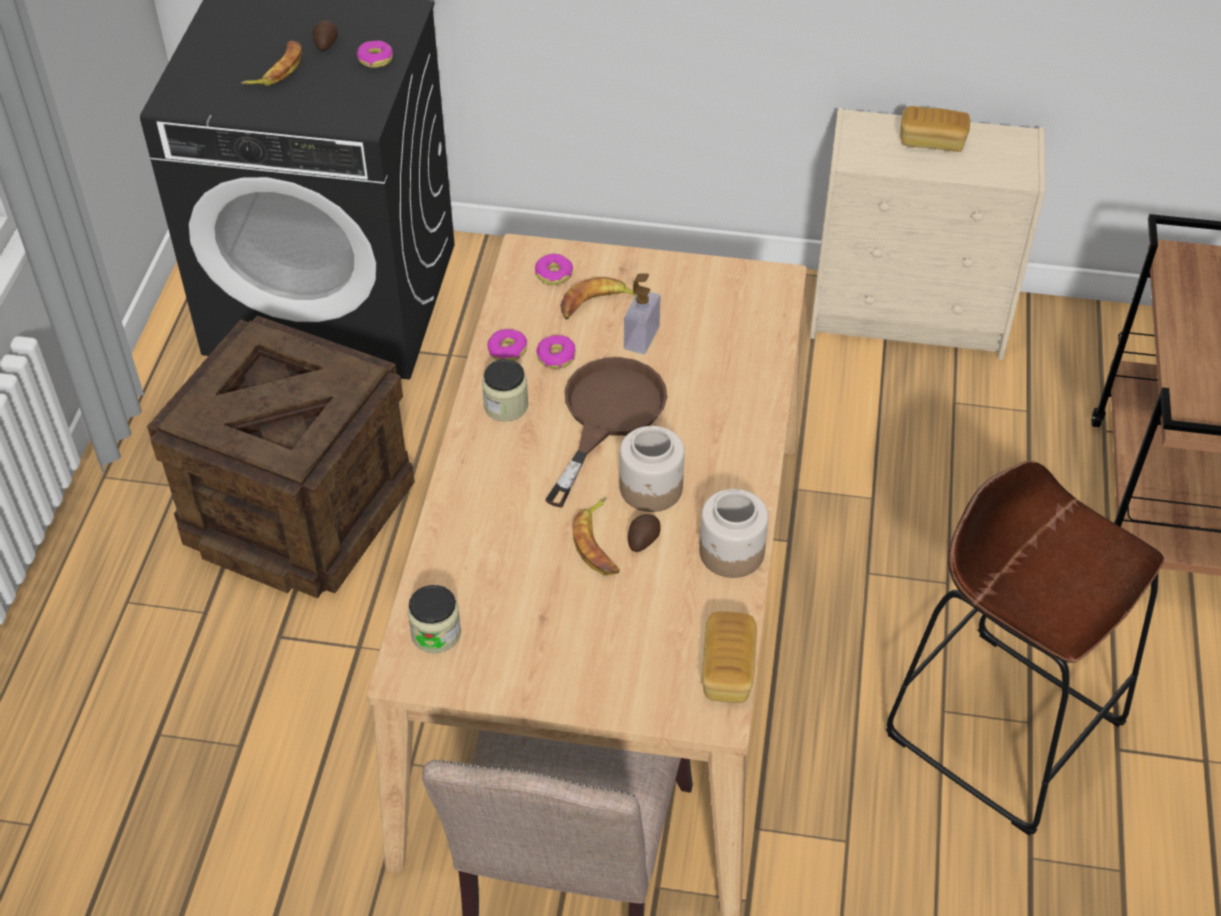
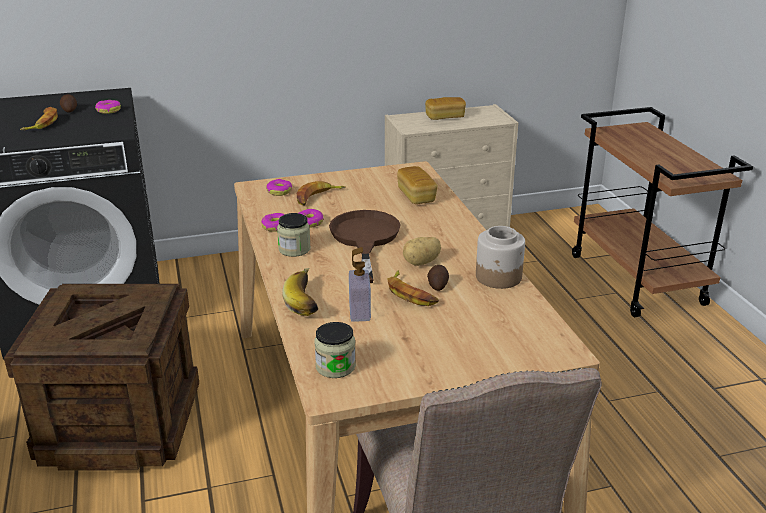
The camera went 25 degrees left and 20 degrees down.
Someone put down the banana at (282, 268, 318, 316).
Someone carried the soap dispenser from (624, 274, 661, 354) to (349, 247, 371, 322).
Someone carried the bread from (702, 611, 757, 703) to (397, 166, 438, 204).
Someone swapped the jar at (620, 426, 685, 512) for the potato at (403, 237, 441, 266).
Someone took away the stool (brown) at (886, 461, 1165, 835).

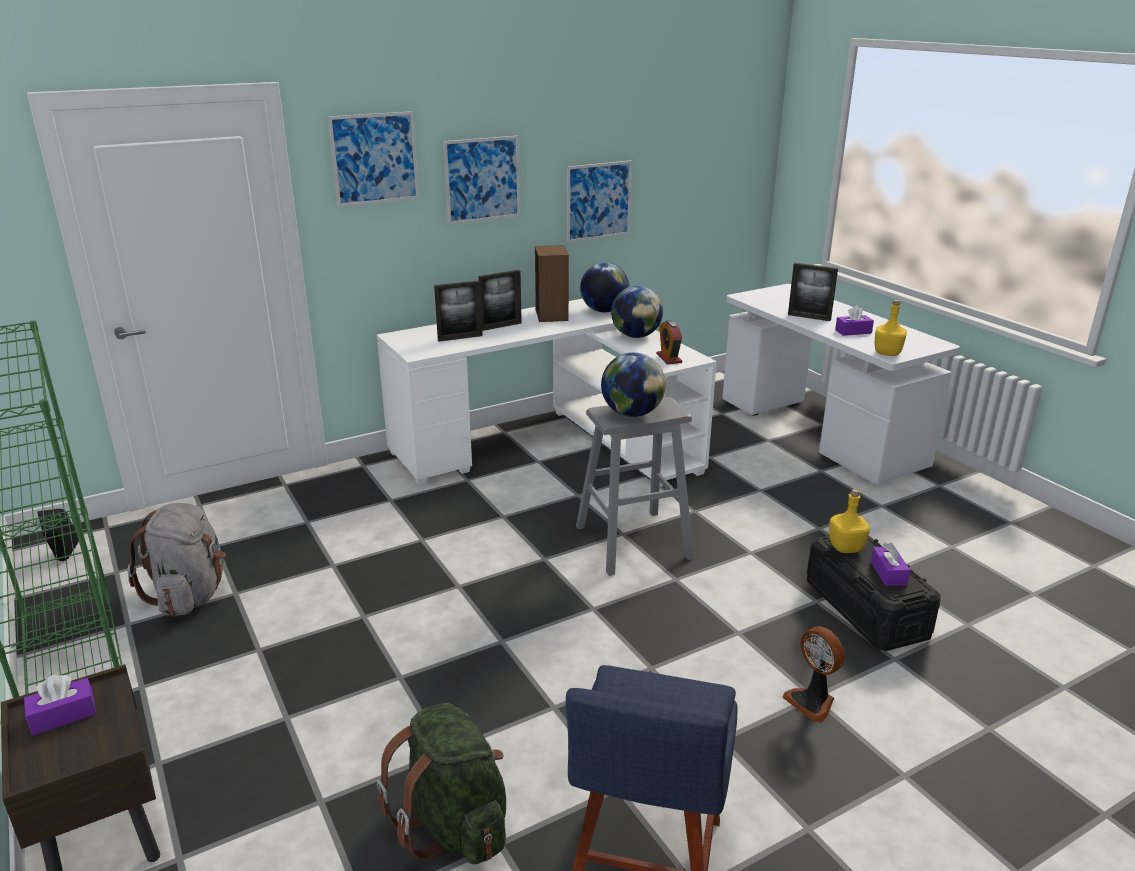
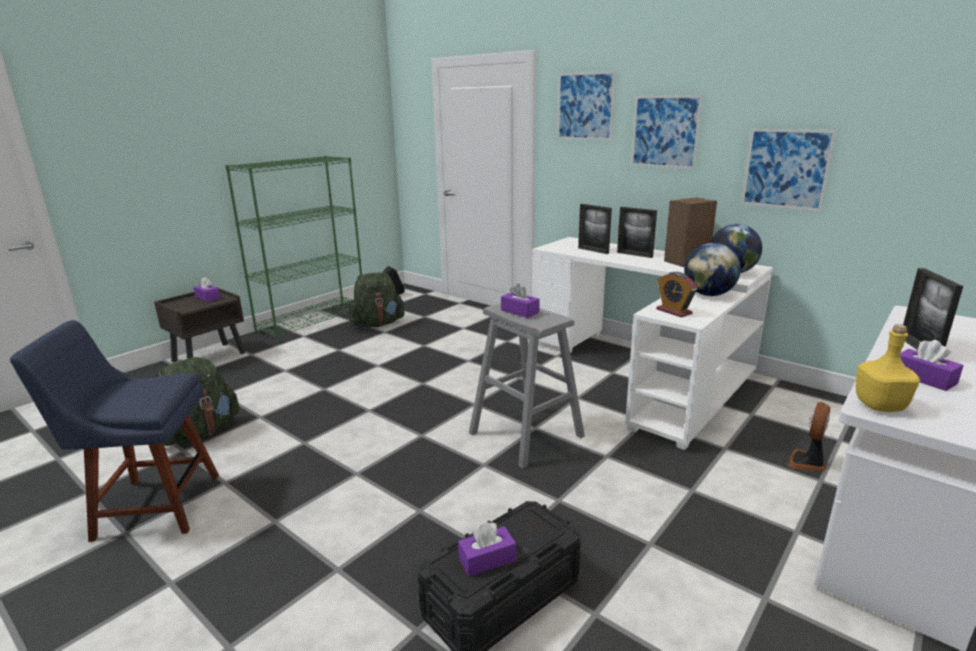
The camera went 70 degrees right and 5 degrees down.
Someone repainted the backpack (grey) at (128, 503, 226, 617), which became the backpack (green) at (348, 272, 404, 327).
Someone swapped the globe at (601, 352, 666, 417) for the tissue box (purple) at (501, 283, 540, 318).
Someone rotated the alarm clock at (656, 320, 682, 364) by 90 degrees counterclockwise.
Someone carried the fan from (782, 626, 845, 722) to (787, 402, 831, 471).
Someone took away the bottle (yellow) at (829, 489, 870, 553).

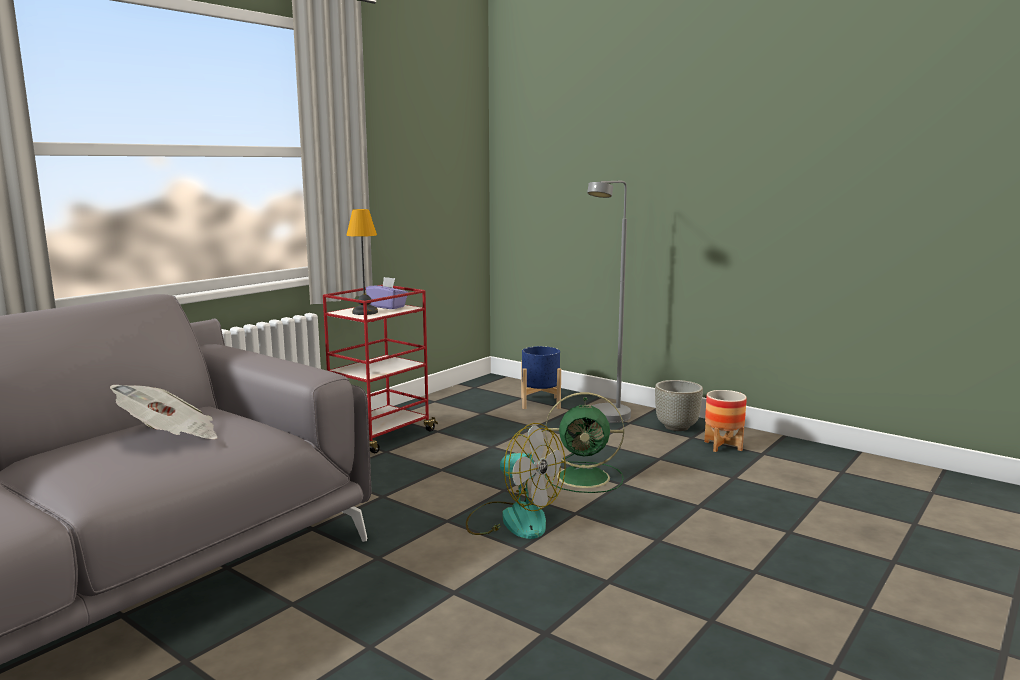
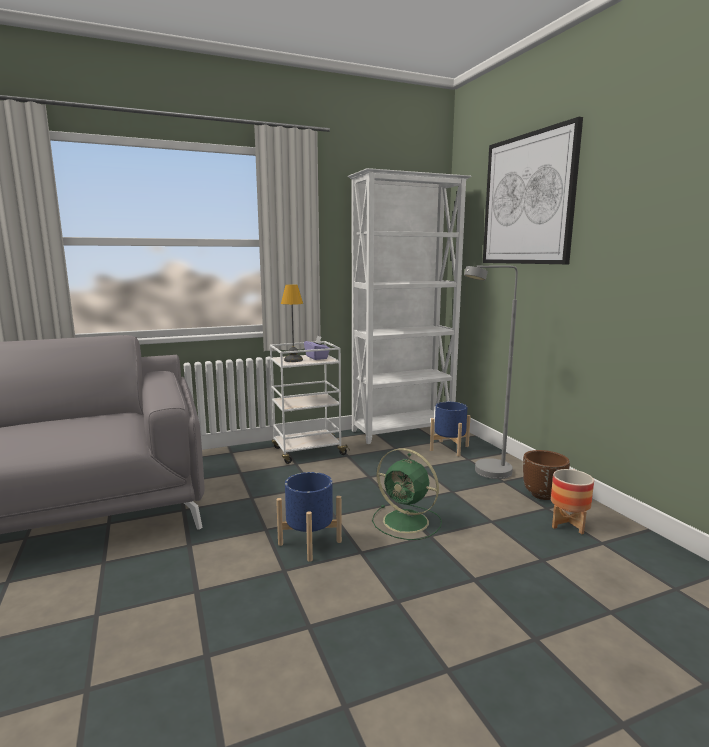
The camera went 30 degrees right and 0 degrees up.
Someone repainted the cart (red) at (323, 285, 438, 453), which became the cart (white) at (270, 341, 350, 464).
Someone swapped the fan at (466, 423, 566, 539) for the planter (blue) at (276, 472, 342, 562).
Someone put down the bookcase (white) at (348, 168, 471, 444).
Someone put up the picture at (483, 117, 583, 264).
Someone repainted the planter (grey) at (655, 380, 703, 431), which became the planter (brown) at (523, 450, 570, 500).
Someone took away the newspaper at (110, 385, 218, 439).

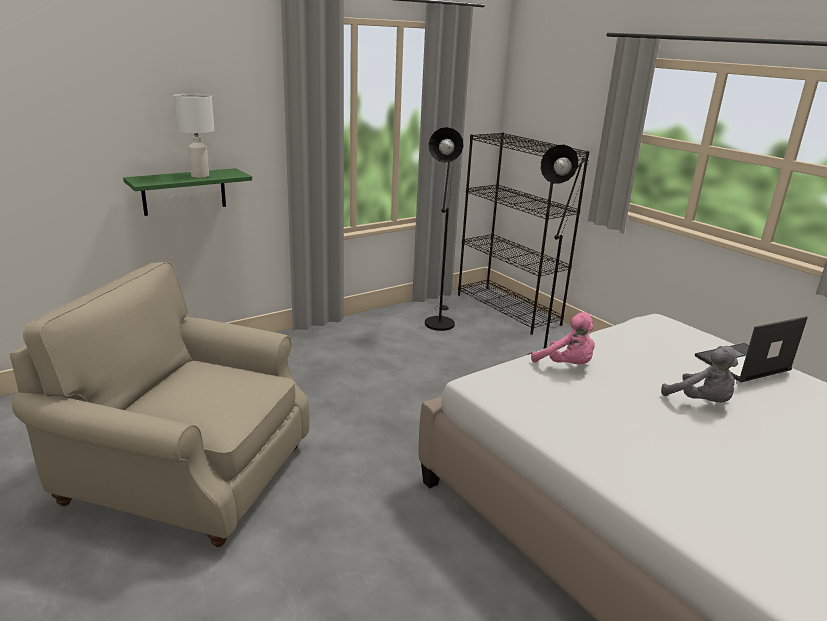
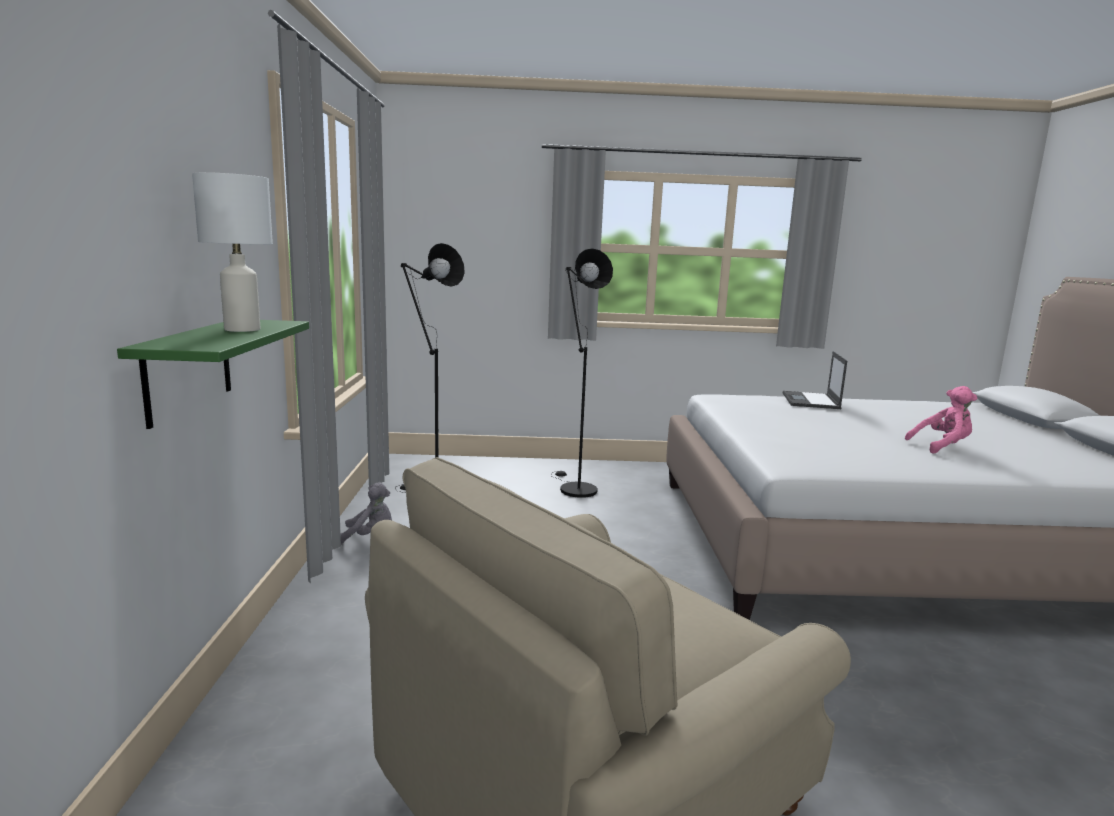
The camera went 55 degrees left and 10 degrees down.
Someone carried the plush toy (grey) from (661, 346, 738, 402) to (341, 482, 392, 544).
Someone carried the plush toy (pink) from (531, 312, 595, 364) to (905, 386, 977, 454).
Someone took away the bookcase (black) at (458, 132, 590, 335).

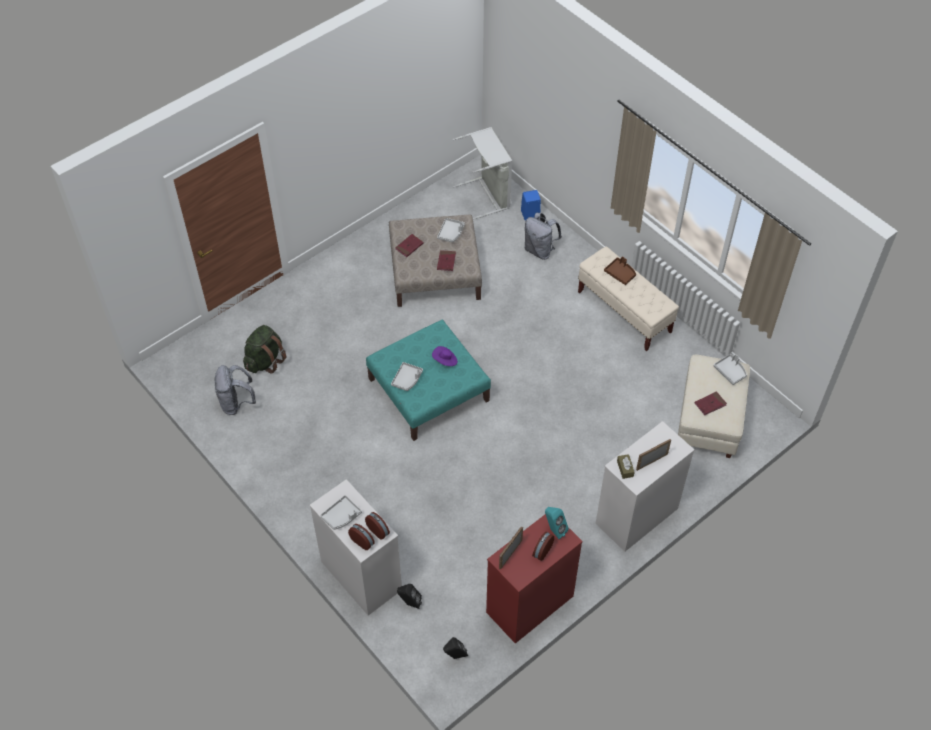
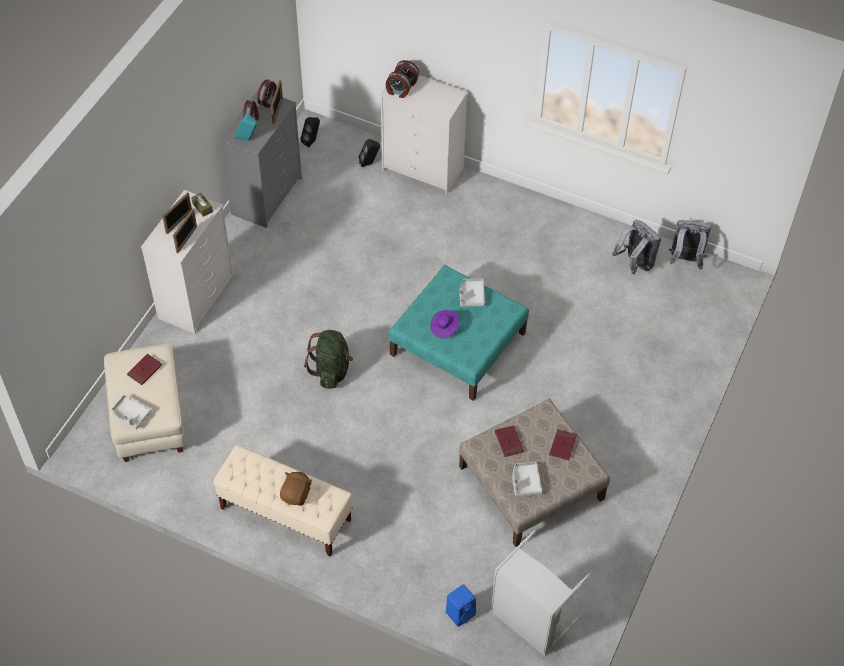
The camera went 155 degrees right and 0 degrees up.
Someone put down the picture frame at (173, 208, 197, 253).
Someone repainted the dresser (red) at (486, 514, 583, 644), which became the dresser (grey) at (220, 89, 302, 228).
Someone put down the alarm clock at (257, 79, 277, 108).
Someone swapped the tray (brown) at (604, 257, 636, 285) for the plush toy (brown) at (280, 472, 312, 506).
Someone carried the backpack (green) from (243, 325, 286, 373) to (304, 330, 353, 389).
Someone carried the backpack (grey) from (525, 213, 562, 260) to (669, 220, 711, 270).
Someone took away the tray (grey) at (320, 495, 362, 530).

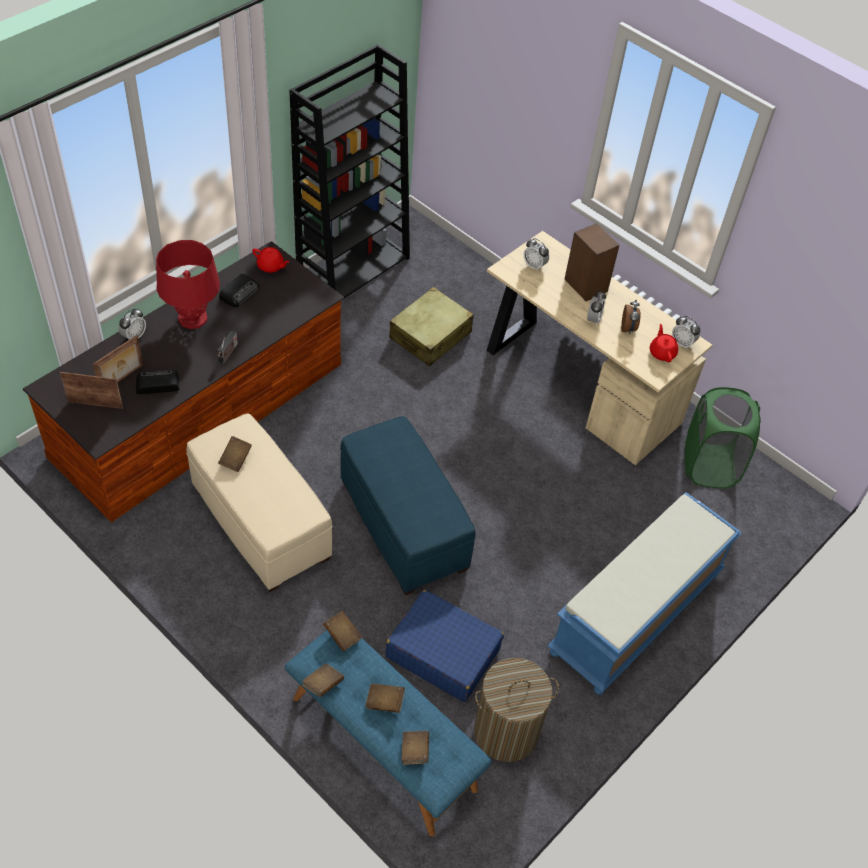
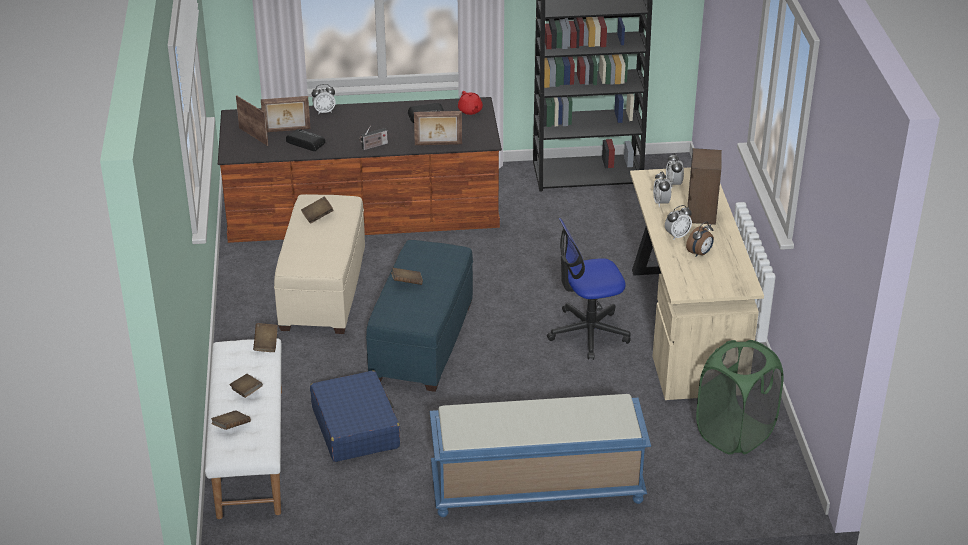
The camera went 45 degrees right and 15 degrees down.
Someone repainted the bench (blue) at (285, 630, 492, 836), which became the bench (white) at (205, 338, 282, 519).
Someone carried the book (brown) from (302, 664, 344, 697) to (391, 268, 423, 285).
Someone put down the picture frame at (414, 111, 462, 145).
Someone put down the office chair at (547, 218, 631, 360).
Someone carried the alarm clock from (672, 316, 700, 349) to (653, 171, 671, 207).
Someone took away the table lamp (red) at (156, 240, 220, 329).
Someone took away the suitcase (beige) at (389, 287, 474, 366).
Someone took away the laundry basket at (474, 658, 559, 762).
Someone took away the teapot (red) at (650, 324, 678, 362).

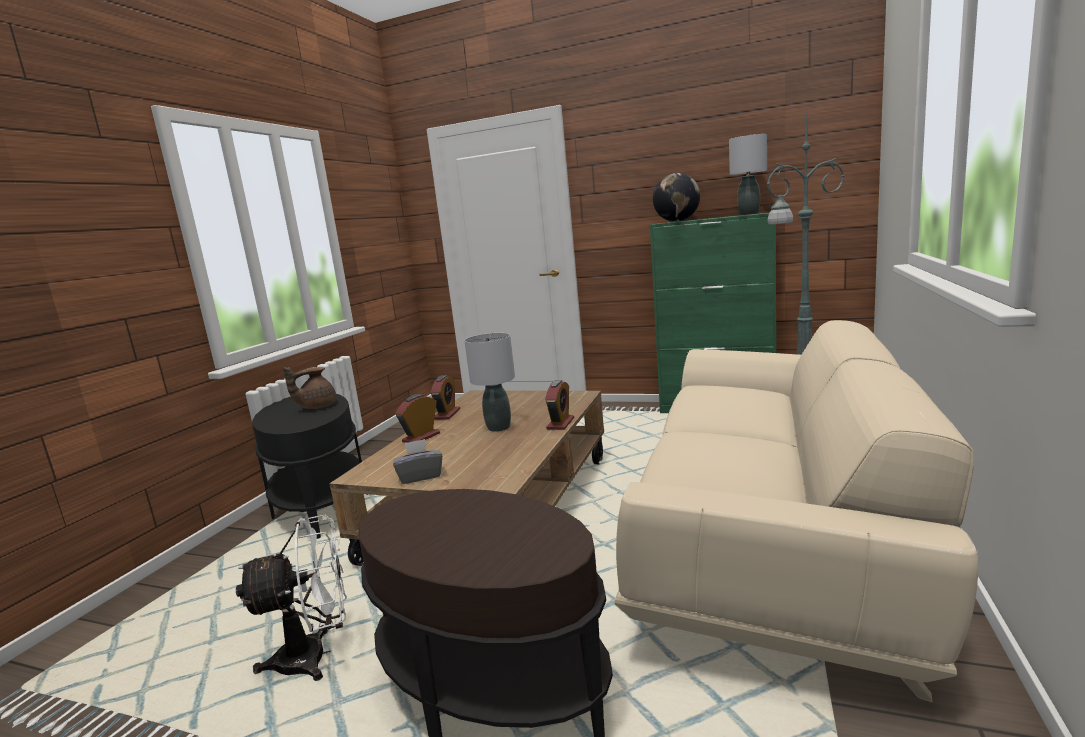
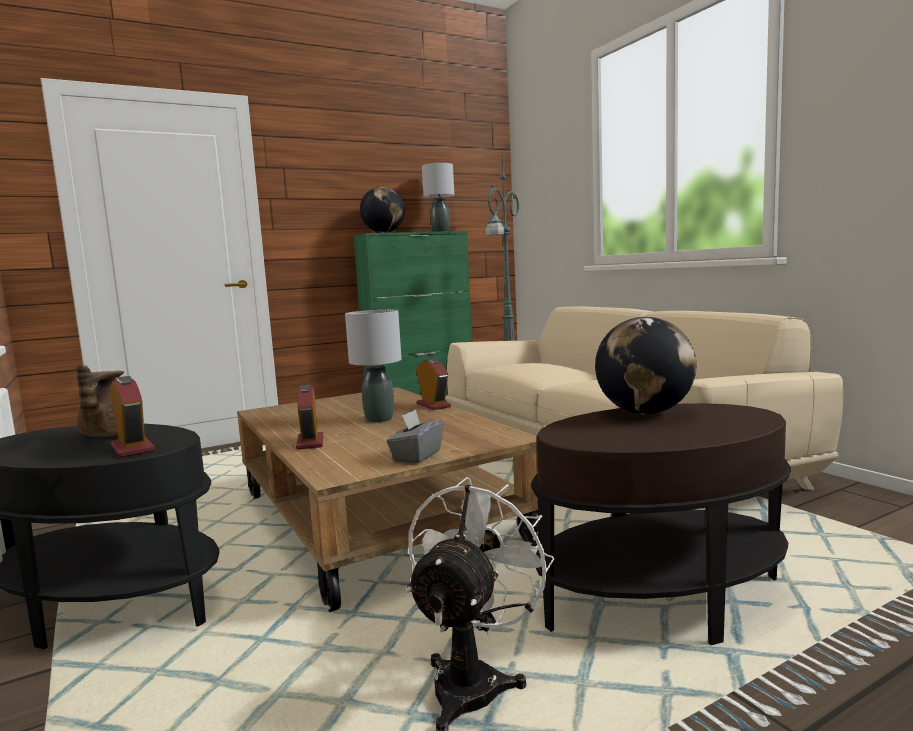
The camera went 50 degrees left and 5 degrees down.
Someone carried the alarm clock from (431, 375, 460, 420) to (110, 376, 155, 458).
Someone put down the globe at (595, 317, 696, 414).

